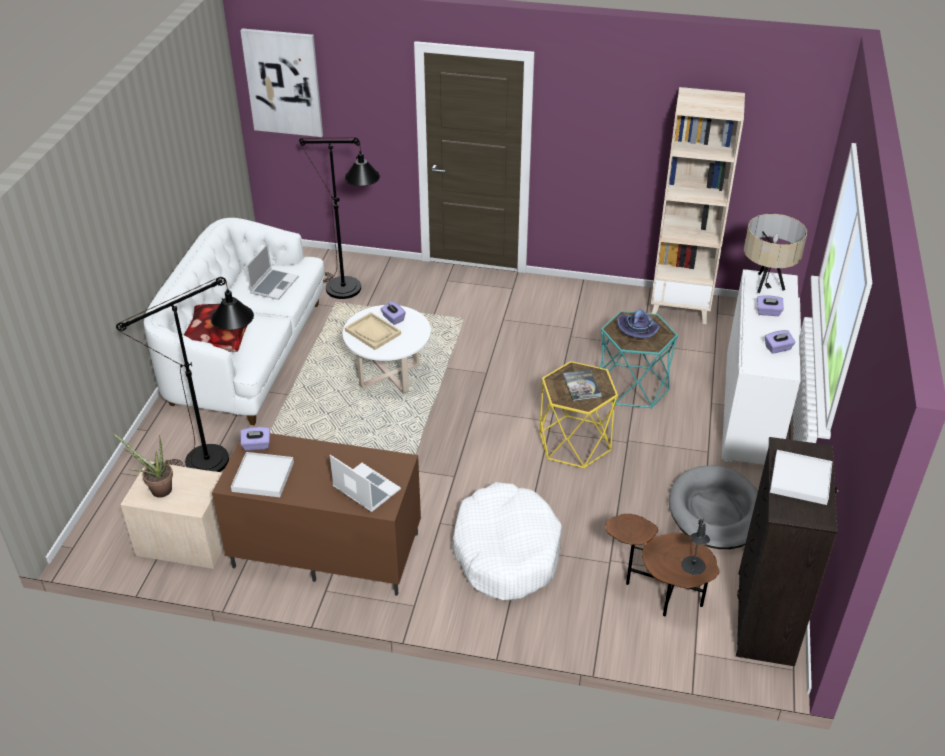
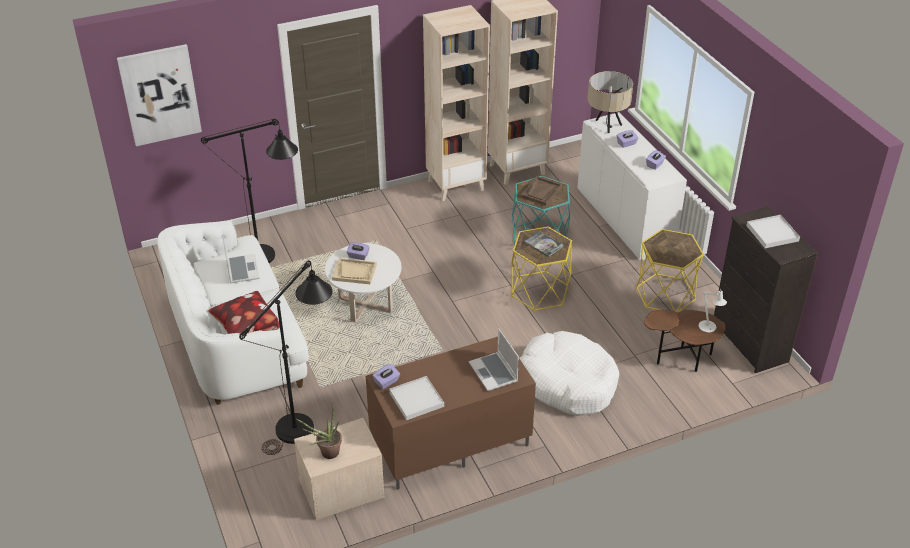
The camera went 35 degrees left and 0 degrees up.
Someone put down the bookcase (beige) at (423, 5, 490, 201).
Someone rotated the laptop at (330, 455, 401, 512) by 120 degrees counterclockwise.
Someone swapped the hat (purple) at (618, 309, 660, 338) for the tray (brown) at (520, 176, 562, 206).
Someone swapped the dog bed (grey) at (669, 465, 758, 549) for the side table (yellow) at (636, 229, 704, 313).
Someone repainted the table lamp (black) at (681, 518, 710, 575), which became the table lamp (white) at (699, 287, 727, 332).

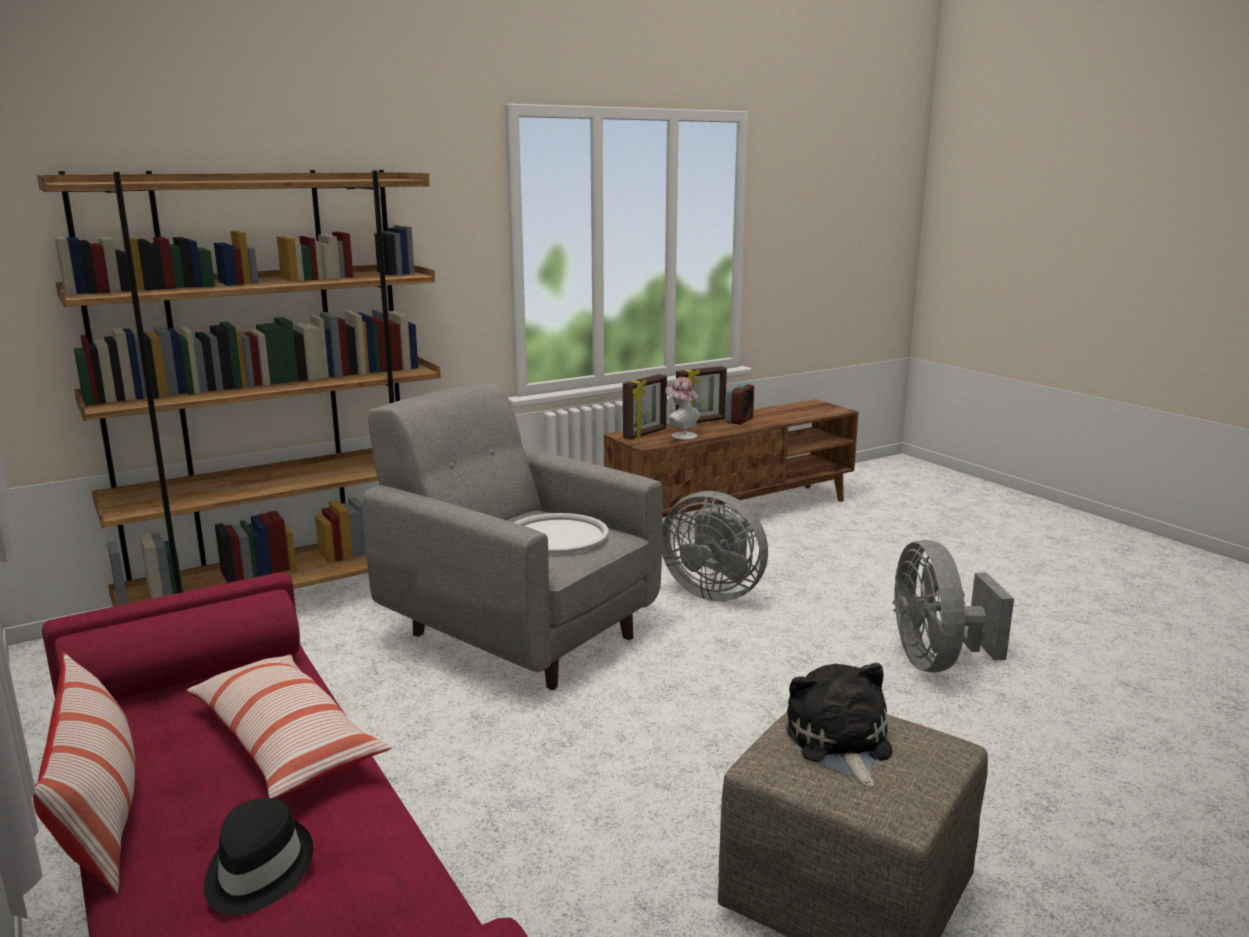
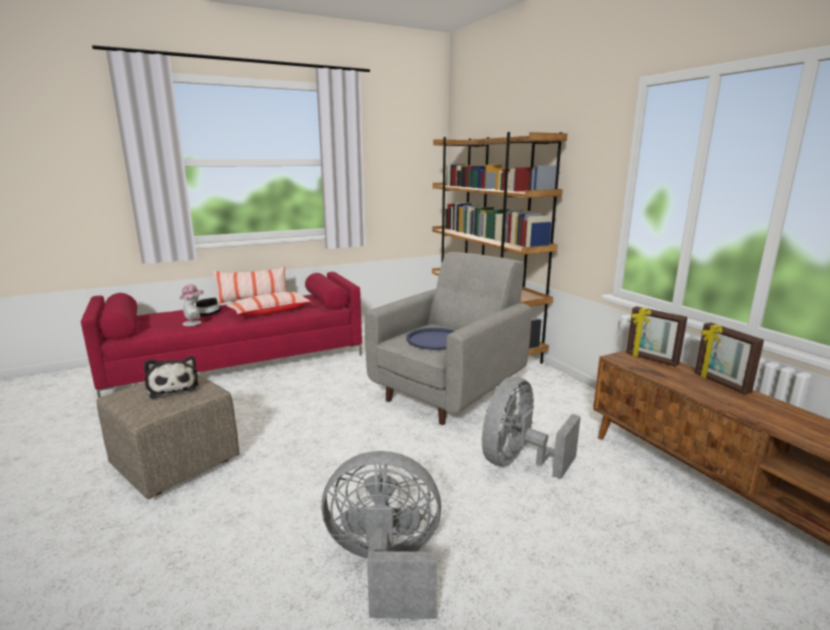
The camera went 95 degrees right and 0 degrees up.
Someone rotated the plush toy at (786, 663, 892, 787) by 60 degrees clockwise.
Someone carried the hat from (666, 377, 700, 440) to (179, 284, 204, 326).
Someone repainted the tray (white) at (514, 513, 608, 554), which became the tray (blue) at (406, 328, 456, 350).
Someone took away the alarm clock at (726, 383, 754, 425).

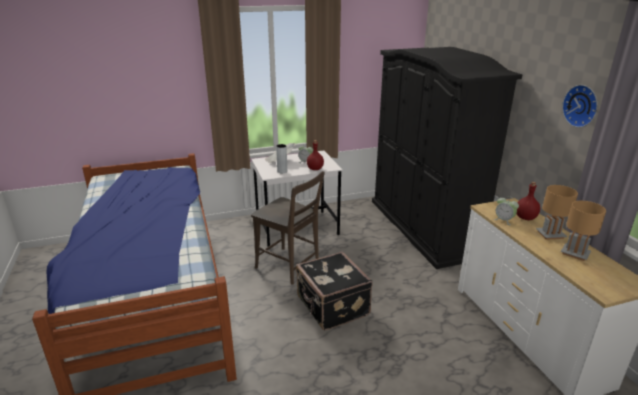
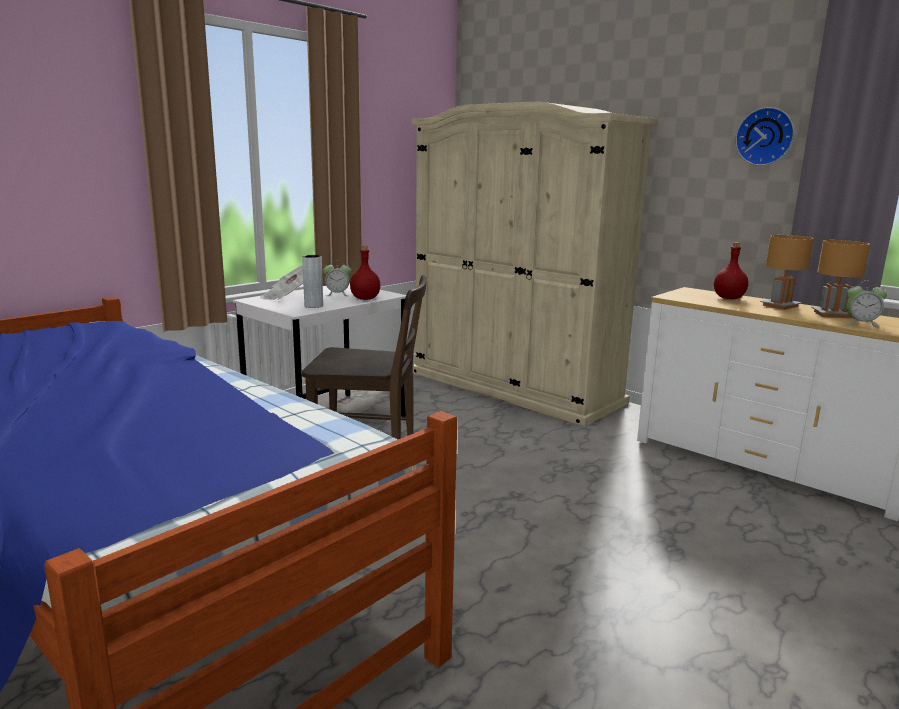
The camera went 30 degrees left and 10 degrees down.
Someone repainted the wardrobe (black) at (372, 47, 523, 269), which became the wardrobe (beige) at (411, 102, 658, 426).
Someone carried the alarm clock from (494, 196, 519, 225) to (846, 281, 887, 327).
Someone took away the suitcase (black) at (296, 252, 373, 331).

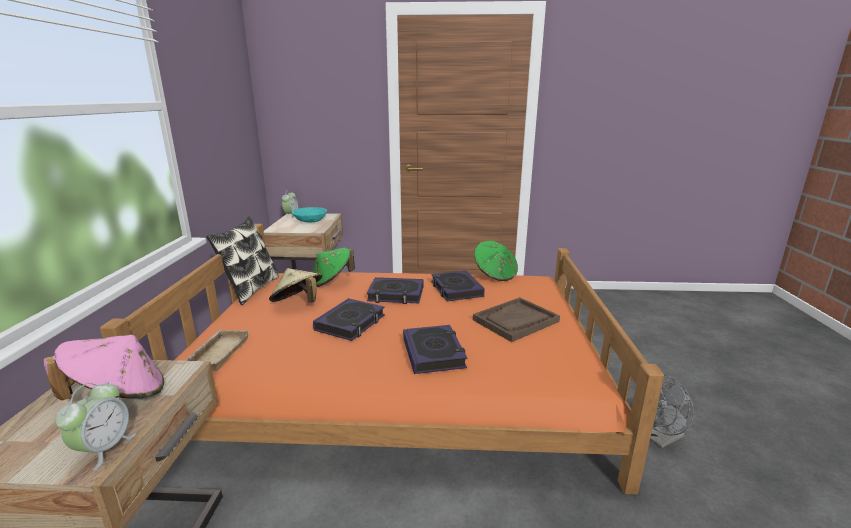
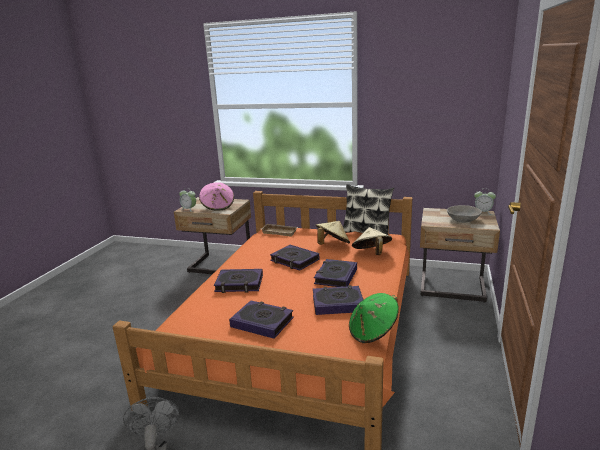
The camera went 105 degrees right and 0 degrees up.
Someone swapped the tray (brown) at (473, 297, 560, 342) for the book at (229, 300, 294, 339).
Someone repainted the hat (green) at (313, 248, 355, 287), which became the hat (beige) at (352, 227, 392, 255).
Someone repainted the bowl (turquoise) at (292, 207, 327, 222), which became the bowl (grey) at (447, 205, 482, 223).

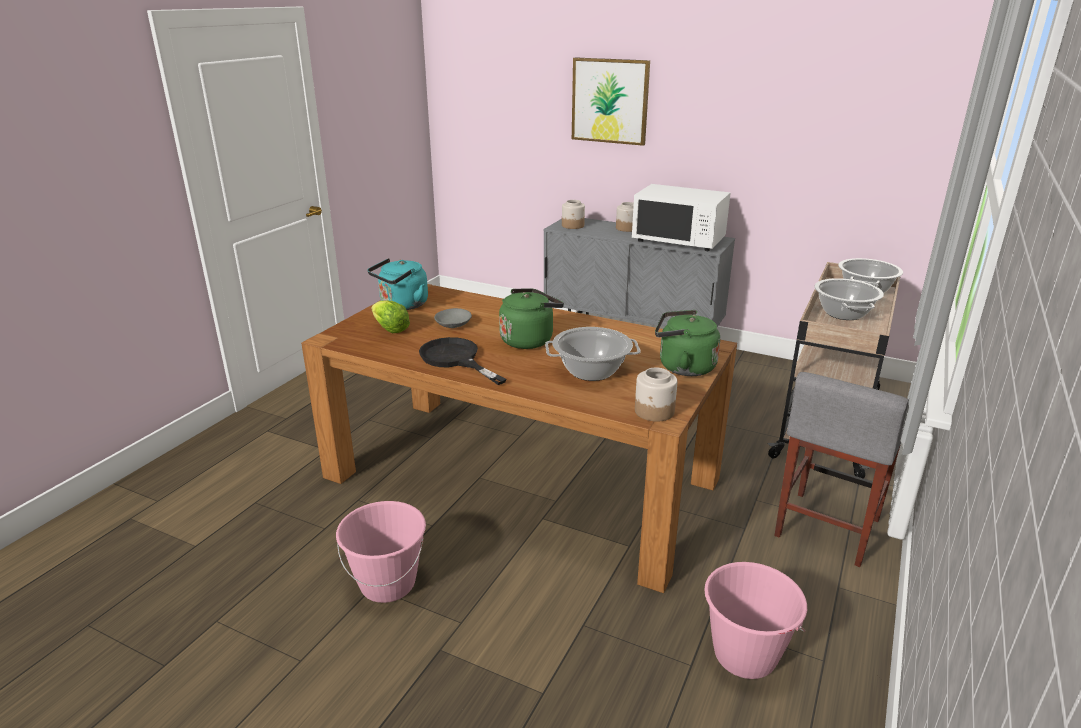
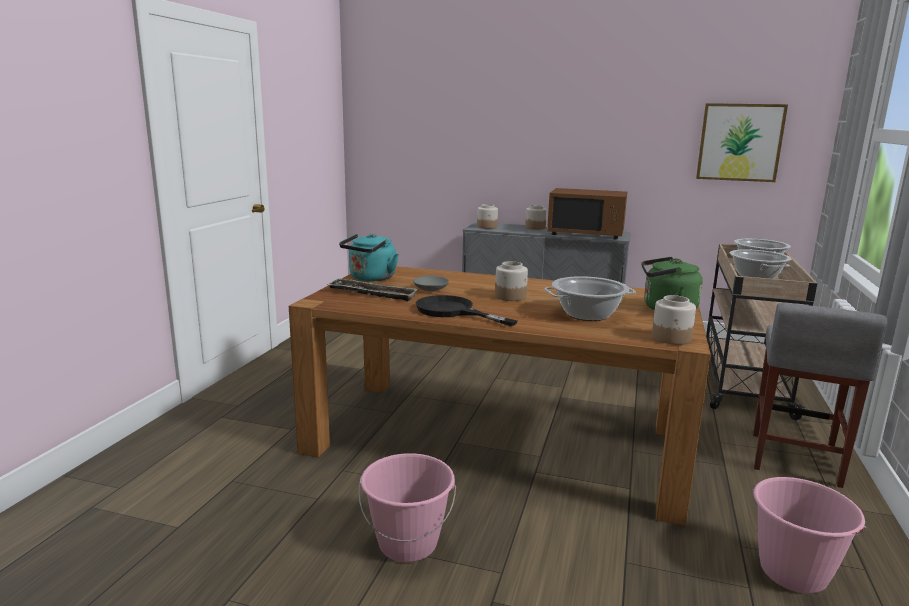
The camera went 10 degrees left and 10 degrees down.
Someone swapped the lettuce at (371, 300, 410, 333) for the tray at (328, 278, 418, 301).
Someone swapped the kettle (green) at (499, 289, 564, 349) for the jar at (495, 261, 528, 301).
Someone repainted the microwave (white) at (632, 184, 731, 251), which became the microwave (brown) at (547, 188, 627, 239).
Someone carried the picture from (572, 57, 650, 146) to (696, 103, 788, 182).

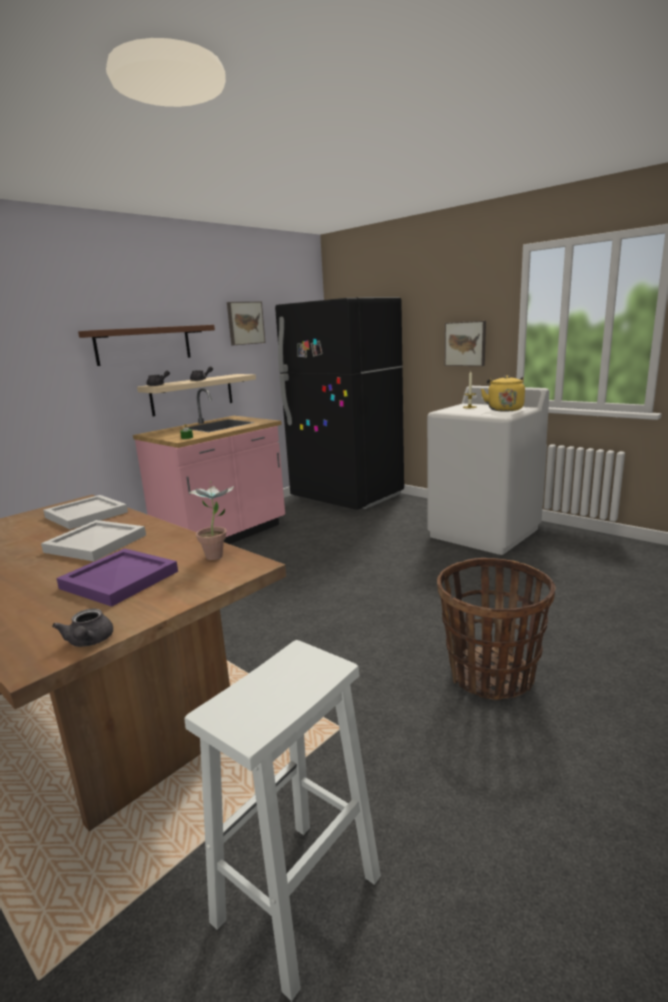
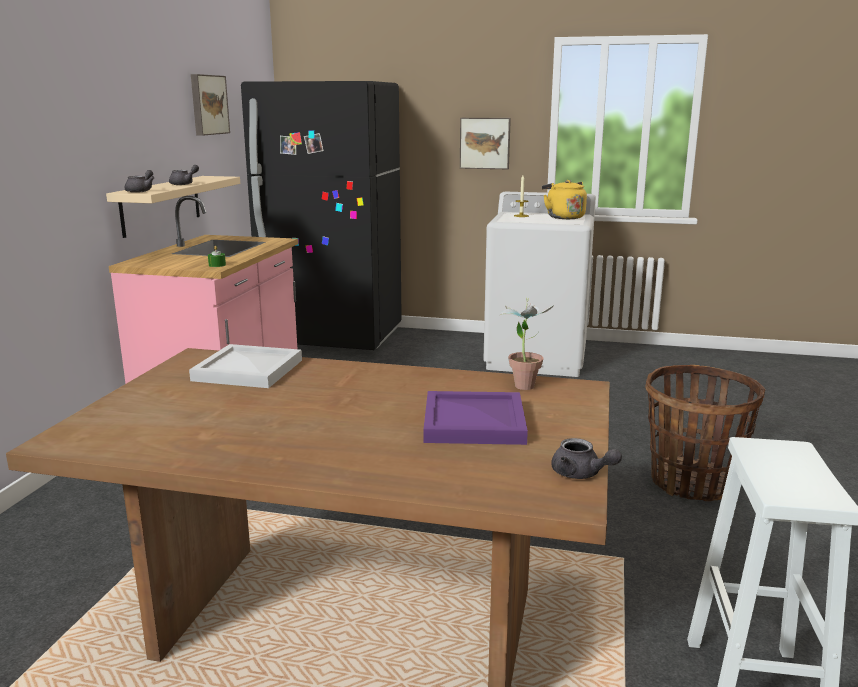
The camera went 30 degrees left and 0 degrees up.
Someone took away the tray (white) at (41, 520, 146, 561).
Someone took away the shelf (brown) at (78, 325, 215, 366).

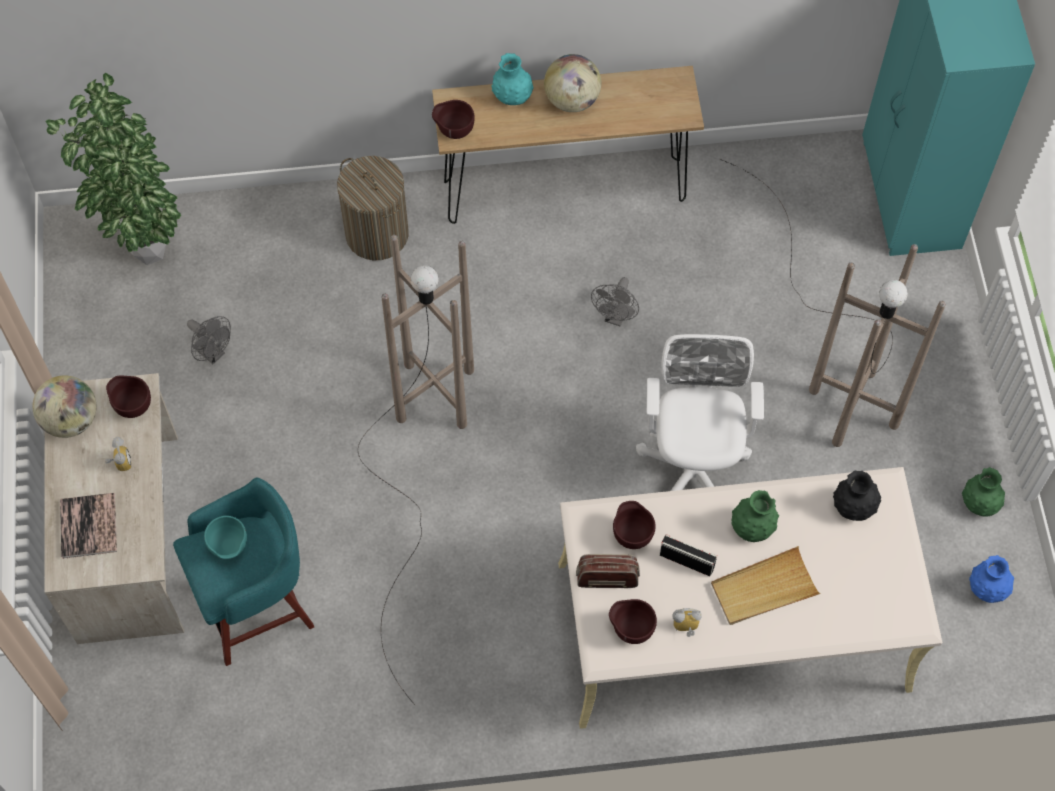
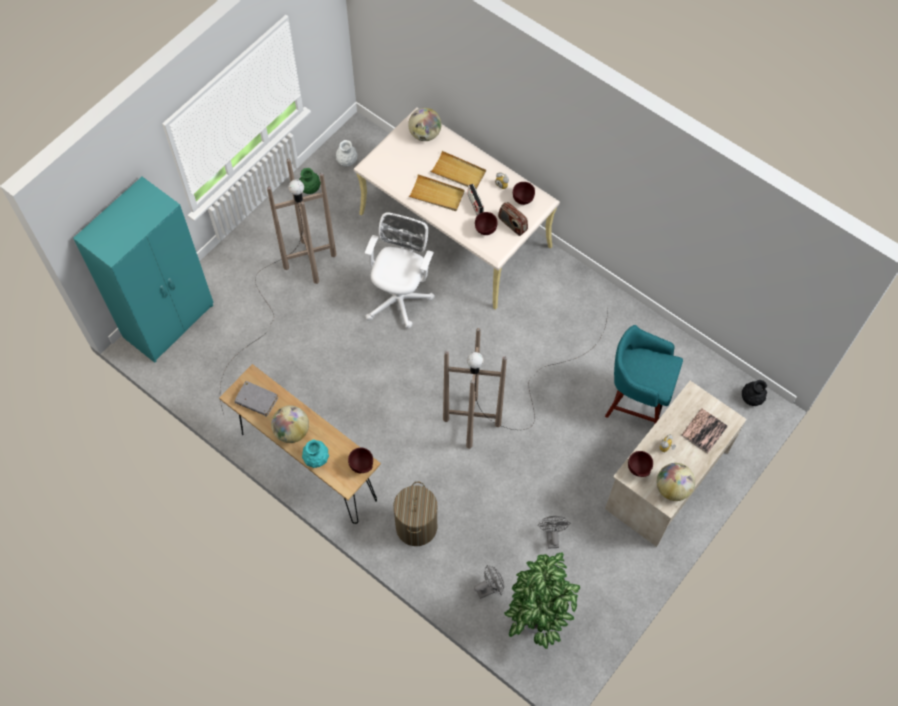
The camera went 135 degrees left and 0 degrees up.
Someone put down the book (grey) at (234, 381, 278, 417).
Someone repainted the vase (blue) at (969, 555, 1014, 603), which became the vase (white) at (336, 140, 358, 167).
Someone rotated the office chair (white) at (636, 334, 764, 491) by 150 degrees clockwise.
Someone put down the globe at (408, 108, 441, 141).
Someone swapped the vase (green) at (731, 490, 779, 542) for the tray (beige) at (408, 174, 465, 211).
Someone carried the fan (grey) from (591, 277, 639, 327) to (474, 565, 504, 599).
Someone carried the vase (black) from (833, 471, 881, 521) to (742, 380, 767, 406).
Someone took away the bowl (turquoise) at (204, 516, 247, 559).

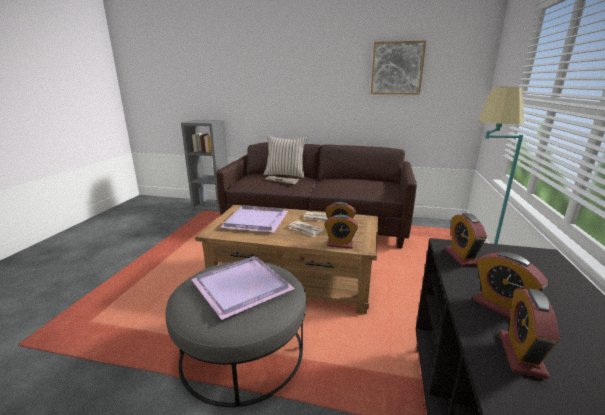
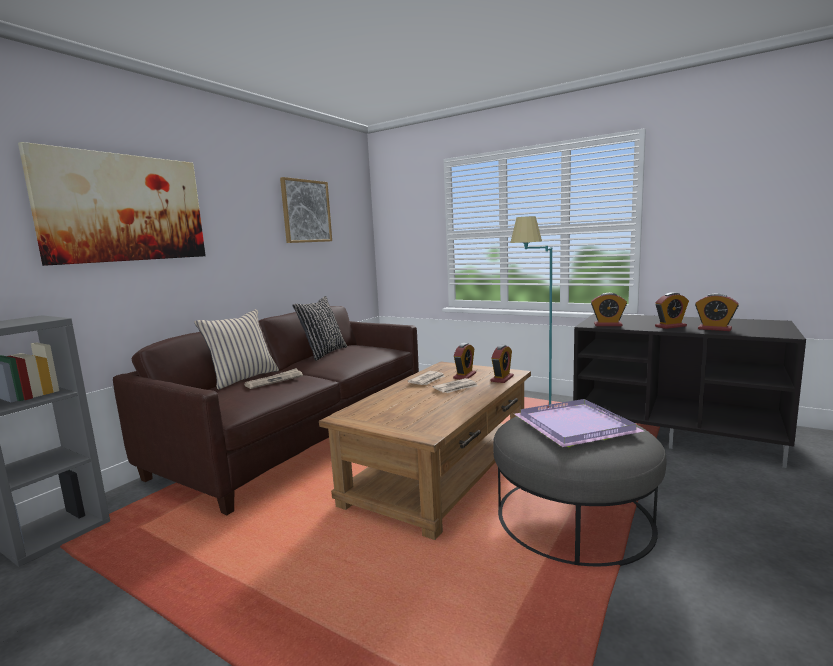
The camera went 70 degrees left and 10 degrees down.
Someone put up the picture at (18, 142, 206, 266).
Someone put down the pillow (black) at (292, 296, 347, 361).
Someone took away the tray (purple) at (219, 206, 288, 232).

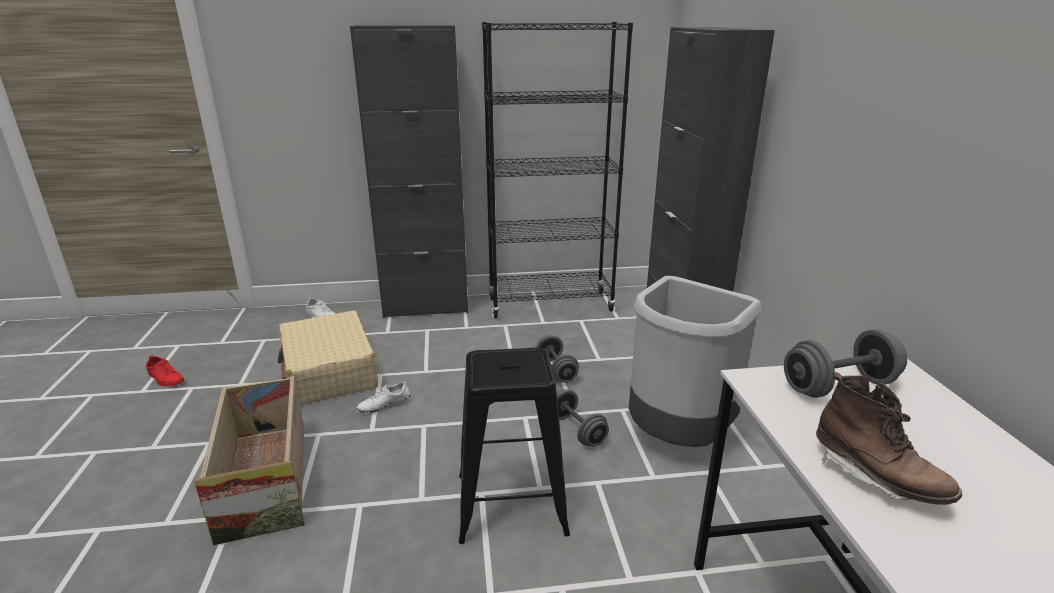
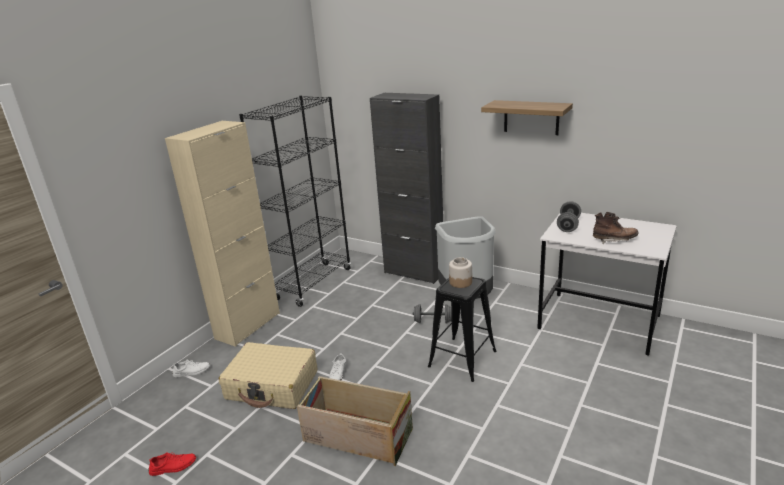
The camera went 50 degrees left and 0 degrees up.
Someone repainted the cabinet (black) at (350, 25, 468, 318), which became the cabinet (beige) at (165, 121, 280, 347).
Someone put down the jar at (449, 257, 472, 288).
Someone put up the shelf at (481, 100, 573, 135).
Someone took away the dumbbell (grey) at (537, 335, 579, 383).

